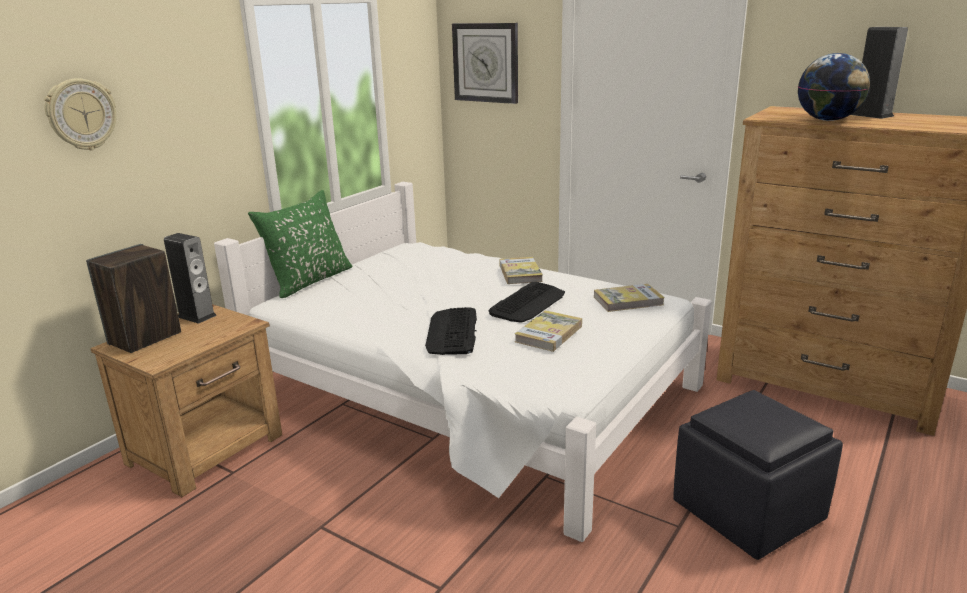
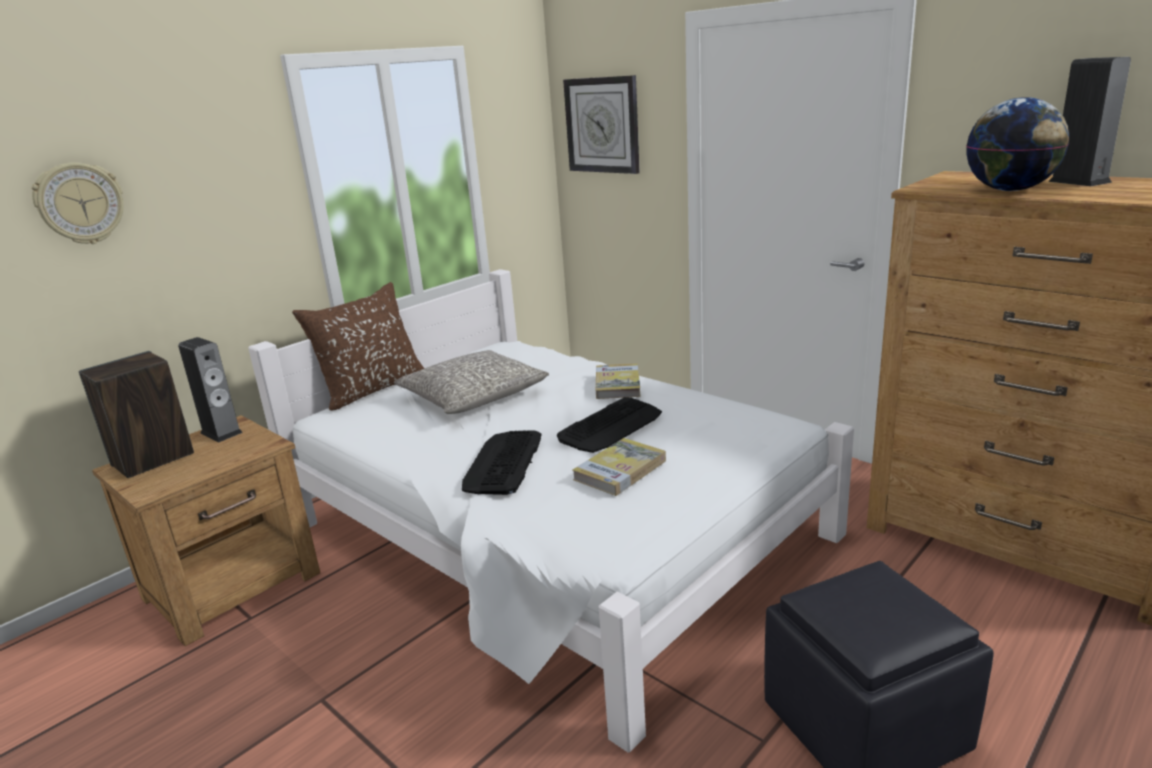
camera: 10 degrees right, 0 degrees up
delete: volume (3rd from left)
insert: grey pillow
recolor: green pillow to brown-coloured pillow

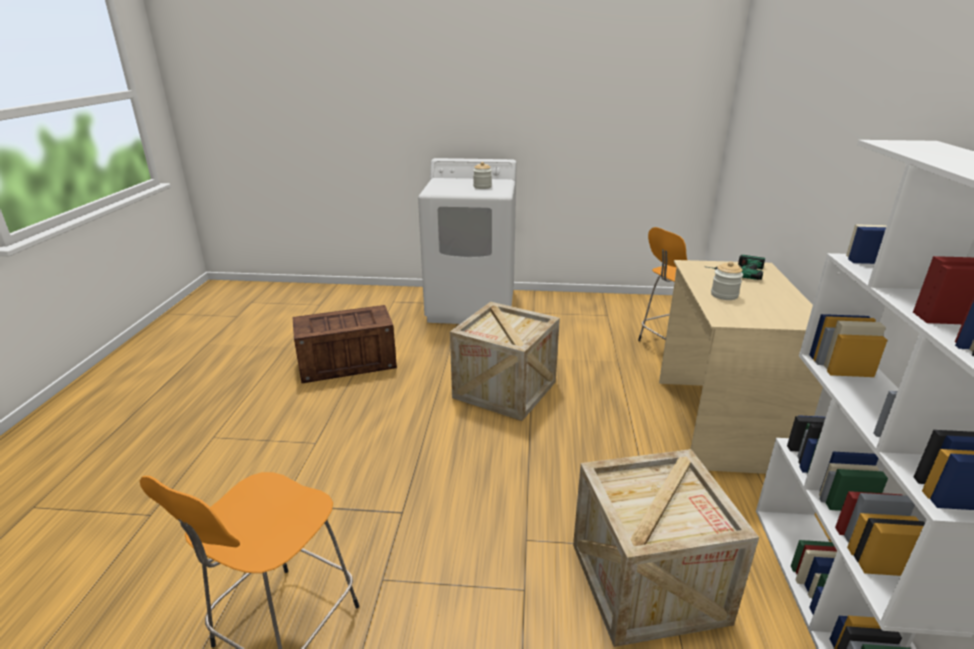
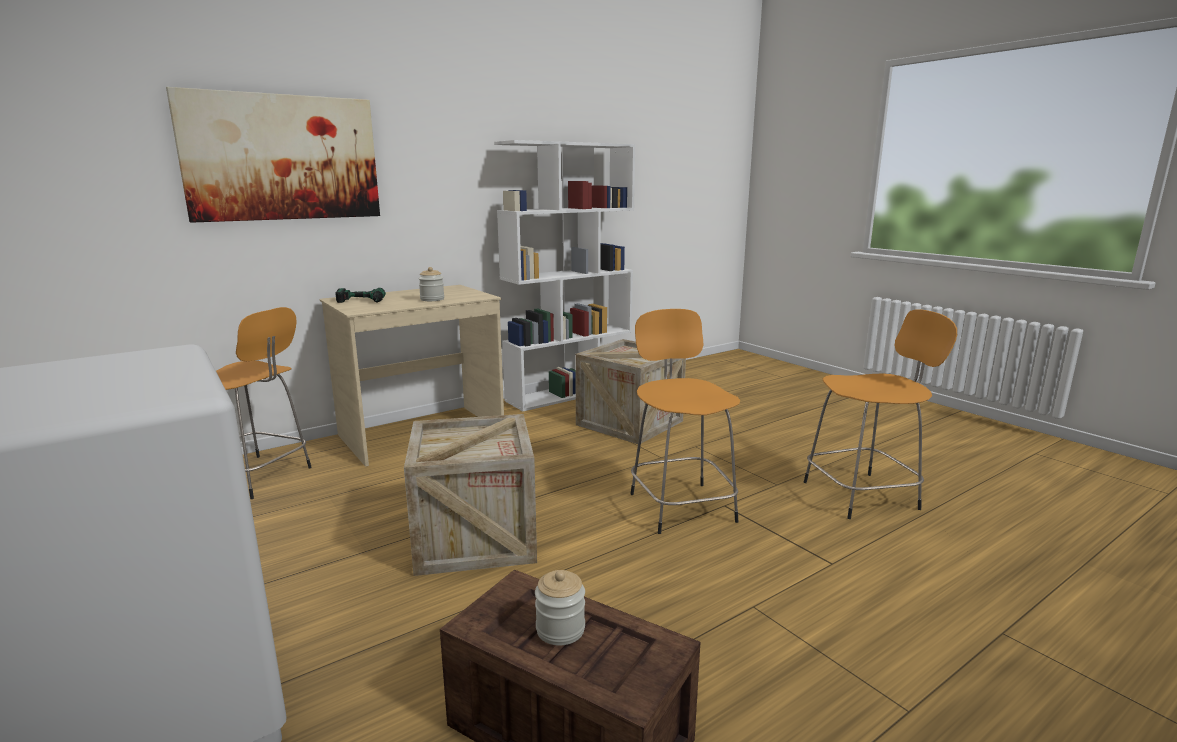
camera: 130 degrees left, 10 degrees down
insert: wall art; orange stool seat (2nd from left)
move: storage jar (1st from left in the first image) to storage jar (2nd from left)

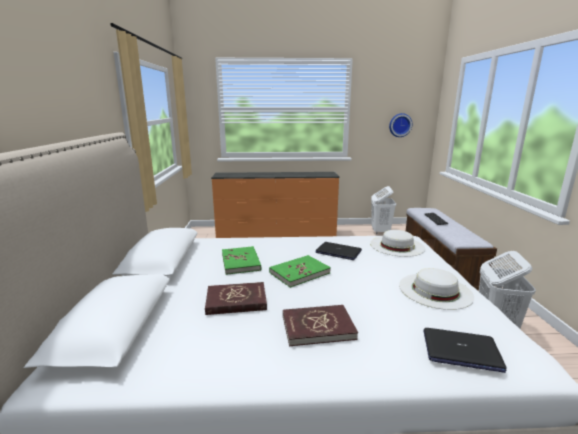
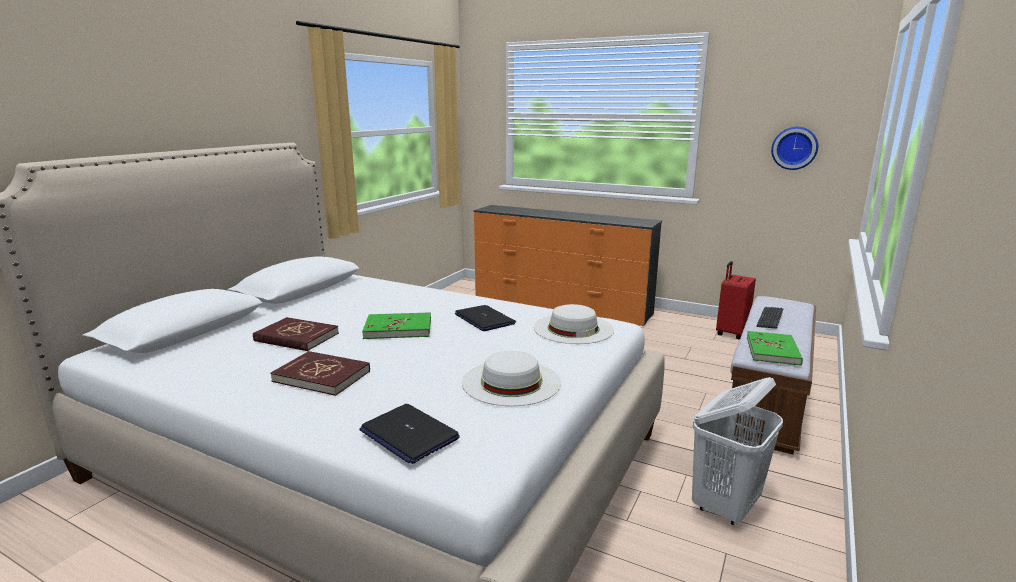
camera: 30 degrees right, 0 degrees up
move: green volume (1st from left in the first image) to green volume (2nd from left)
replace: whitish laundry basket (1st from left) to red suitcase

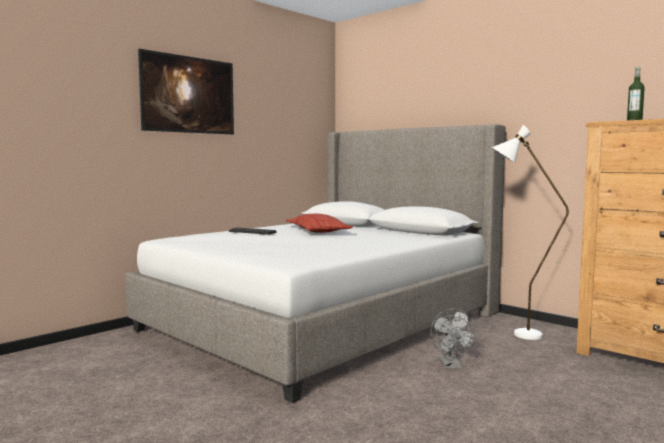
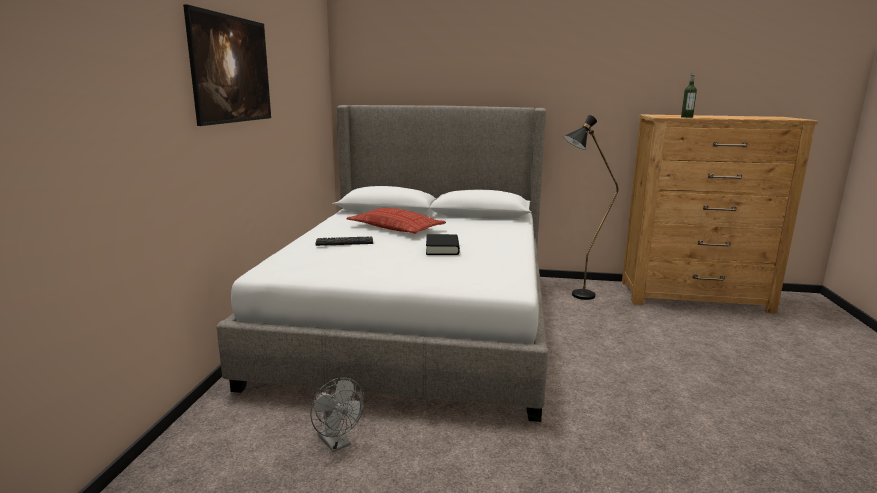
camera: 35 degrees left, 10 degrees up
insert: blackish volume
move: grey fan
recolor: whitish standing lamp to blackish standing lamp

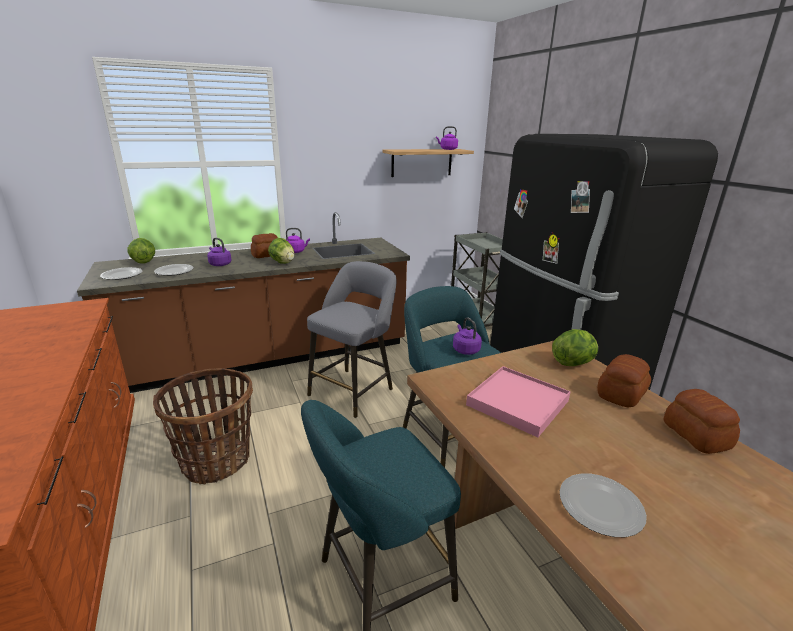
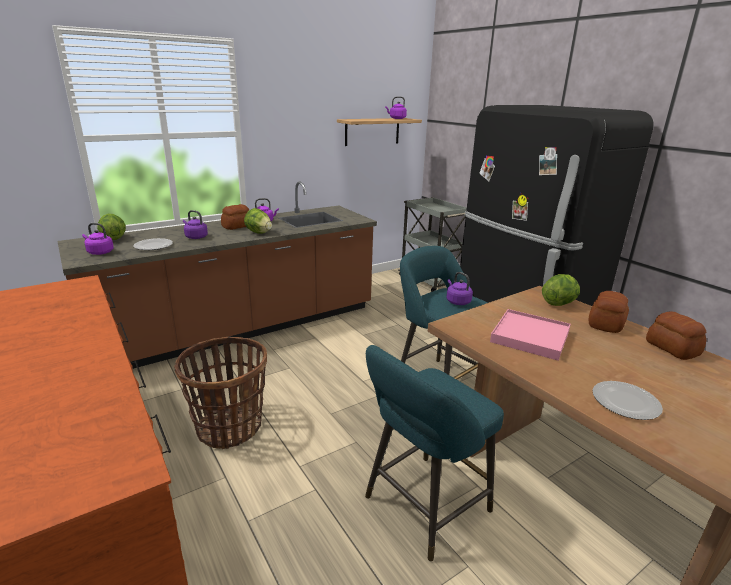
camera: 10 degrees left, 0 degrees up
delete: grey stool seat
replace: flat dish (1st from left) to purple water kettle (1st from left)

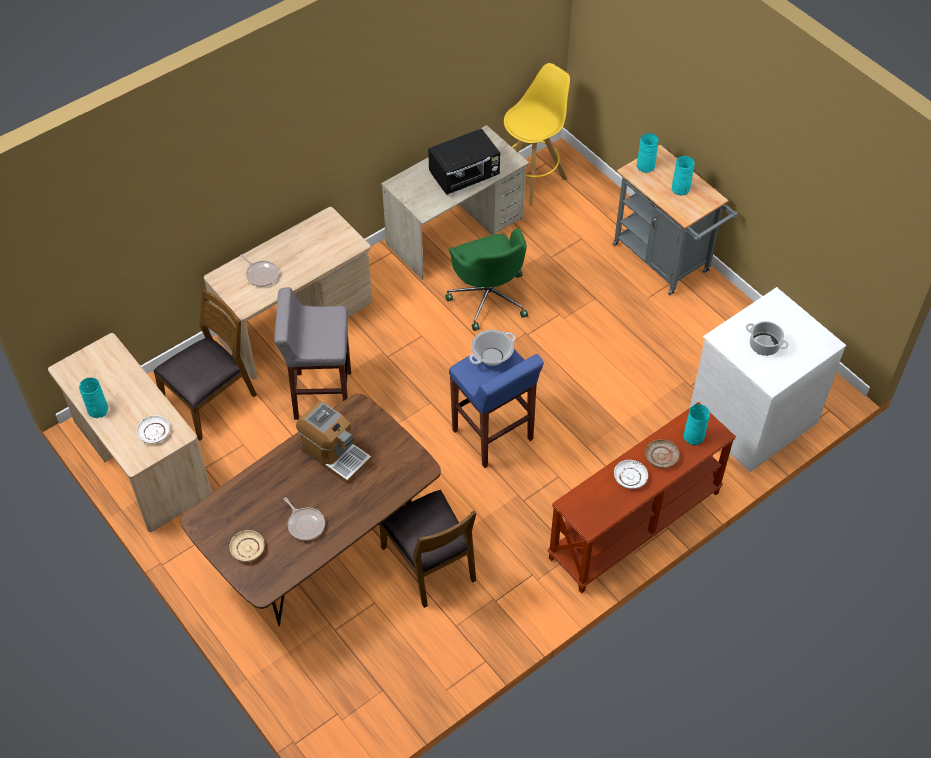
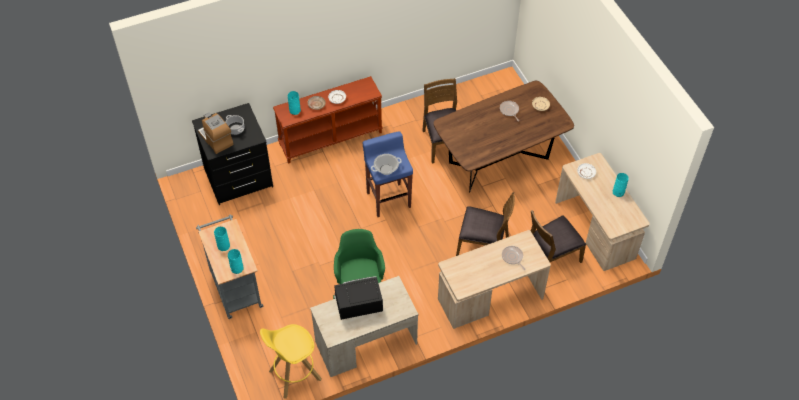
camera: 165 degrees left, 0 degrees up
move: coffee machine
replace: grey stool seat to brown-coloured upright chair (2nd from left)
recolor: whitish drawer chest to blackish drawer chest

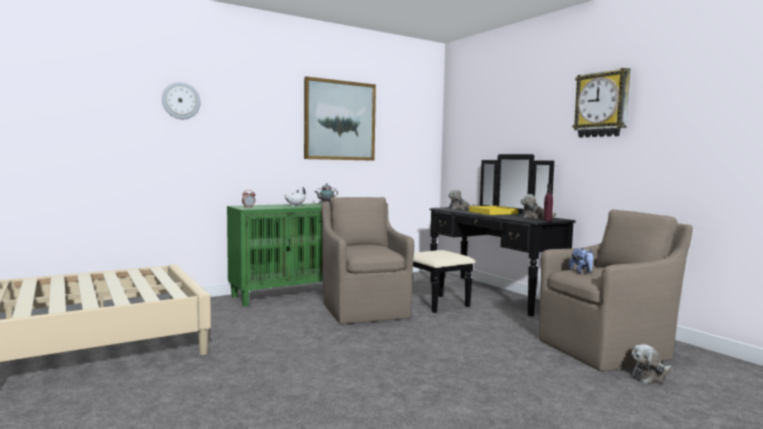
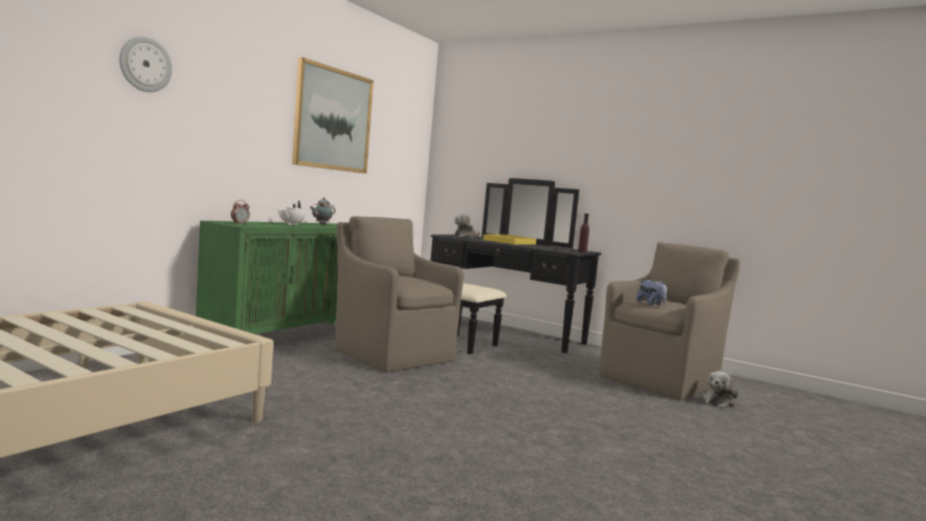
camera: 25 degrees left, 0 degrees up
delete: plush toy (2nd from left); hanging clock (2nd from left)

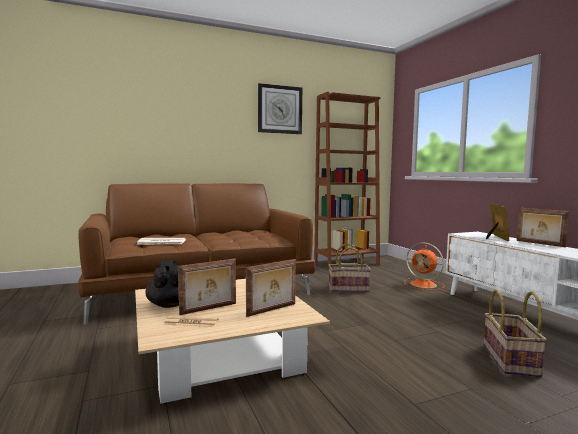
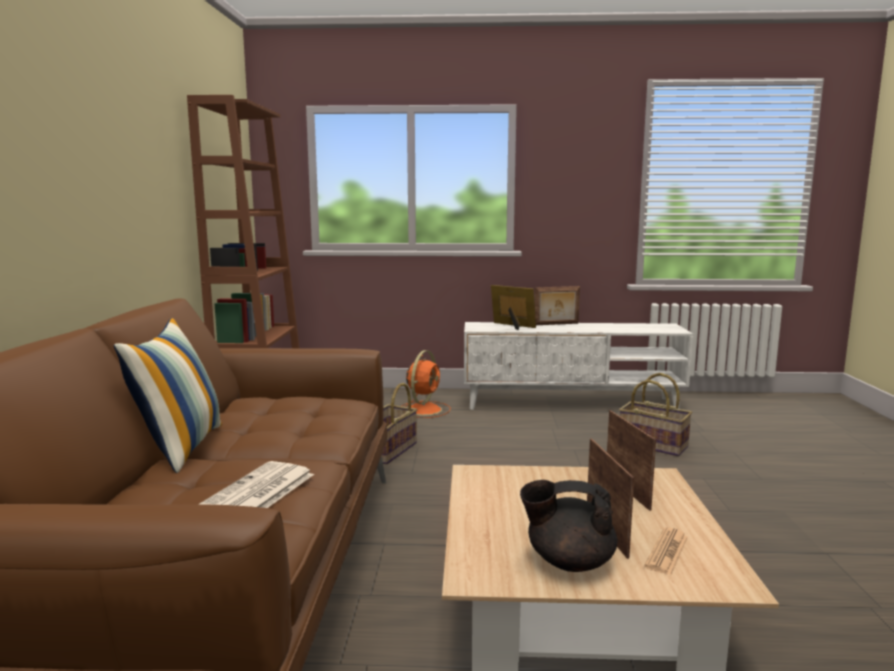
camera: 65 degrees left, 5 degrees up
delete: hanging clock
insert: pillow
rotate: orange fan 45 degrees counterclockwise

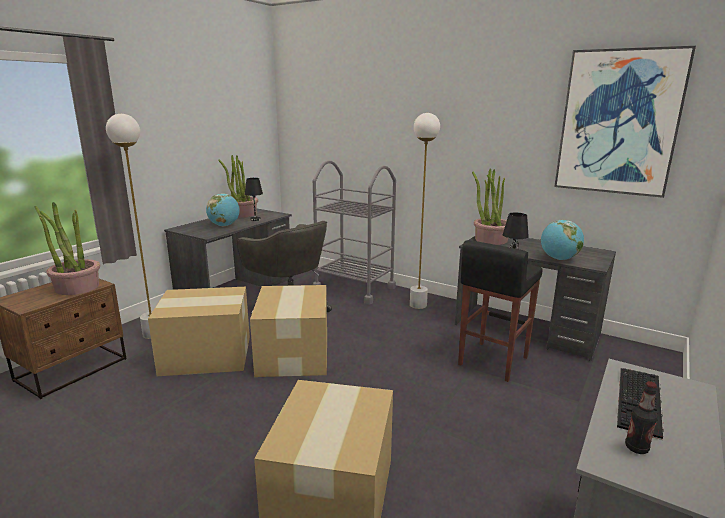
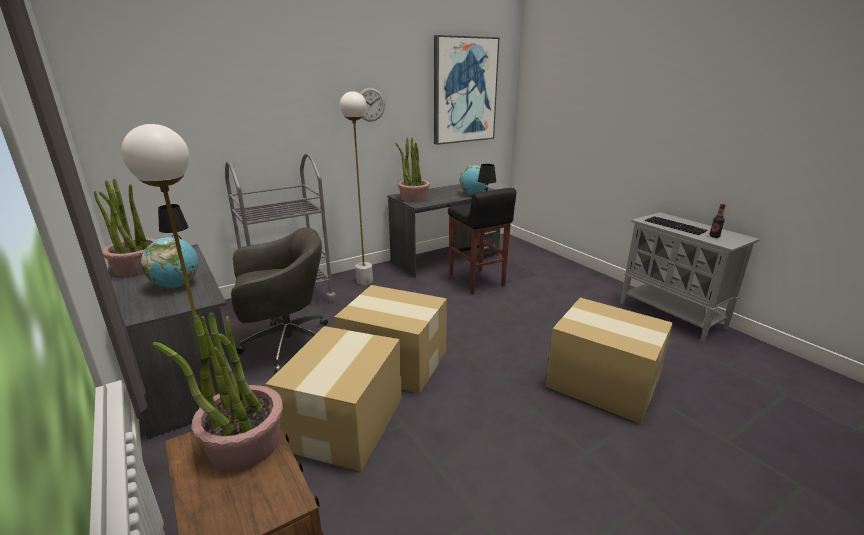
camera: 65 degrees left, 5 degrees up
insert: hanging clock

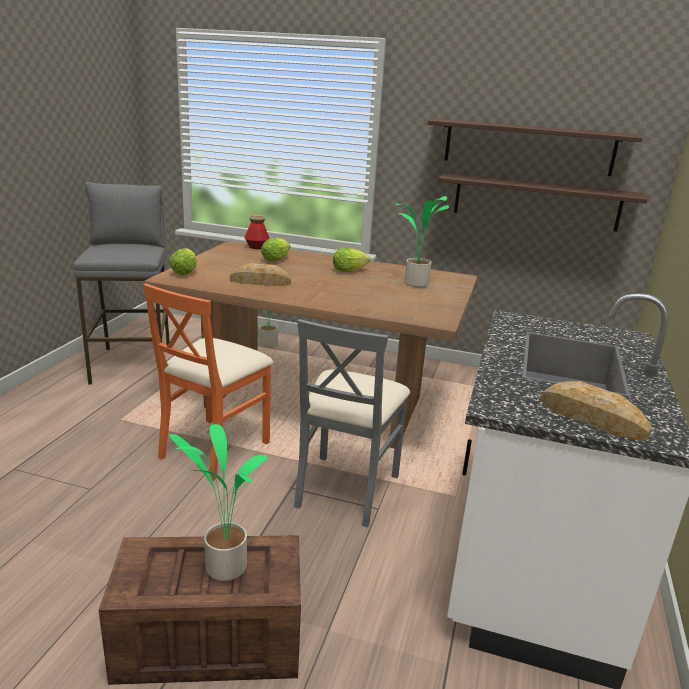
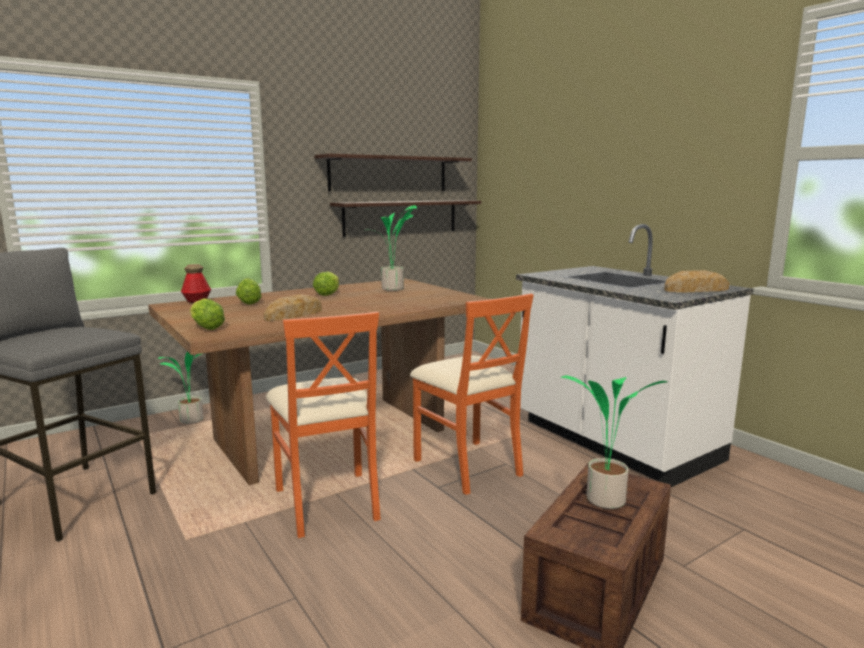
camera: 50 degrees left, 10 degrees down
recolor: grey upright chair to orange upright chair (2nd from left)

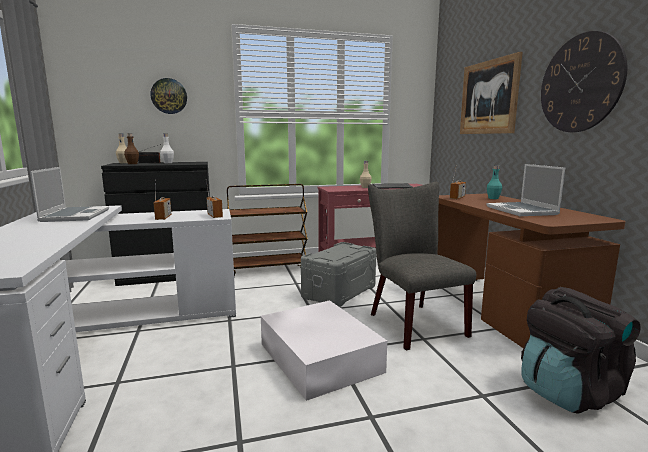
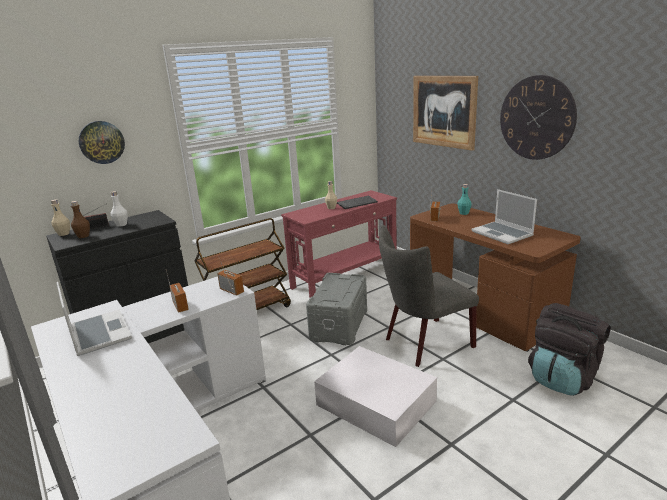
camera: 20 degrees left, 10 degrees up
rotate: grey upright chair 75 degrees counterclockwise

